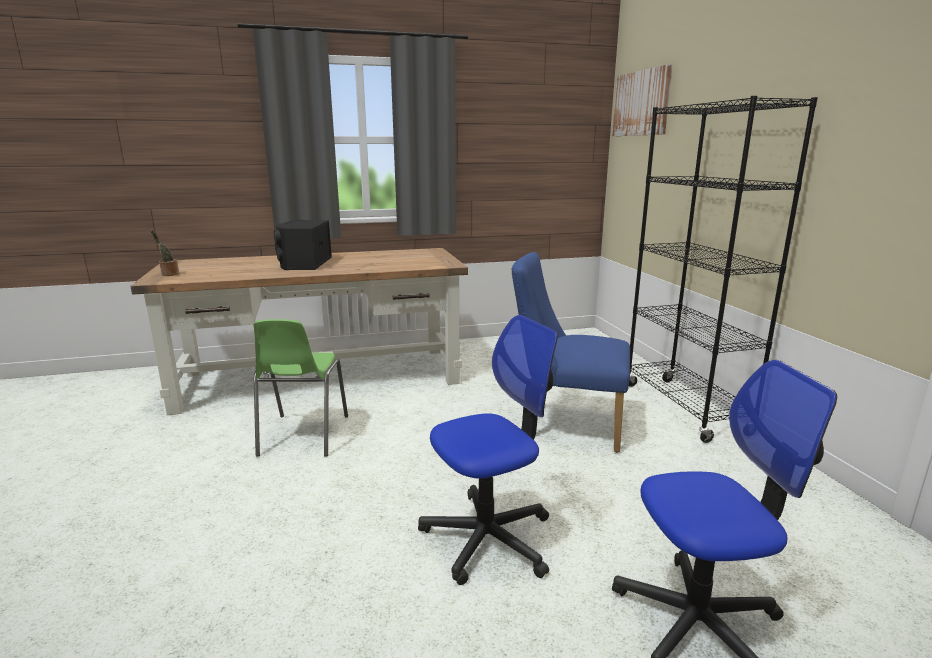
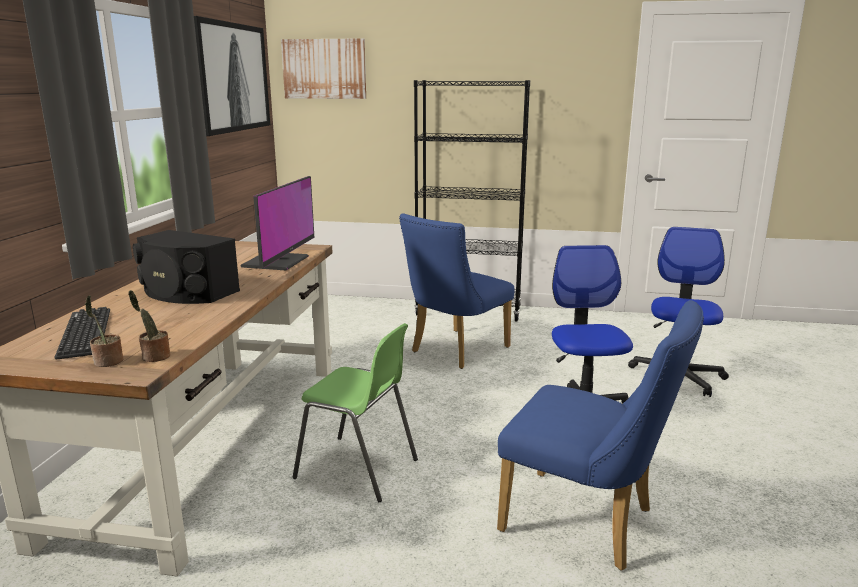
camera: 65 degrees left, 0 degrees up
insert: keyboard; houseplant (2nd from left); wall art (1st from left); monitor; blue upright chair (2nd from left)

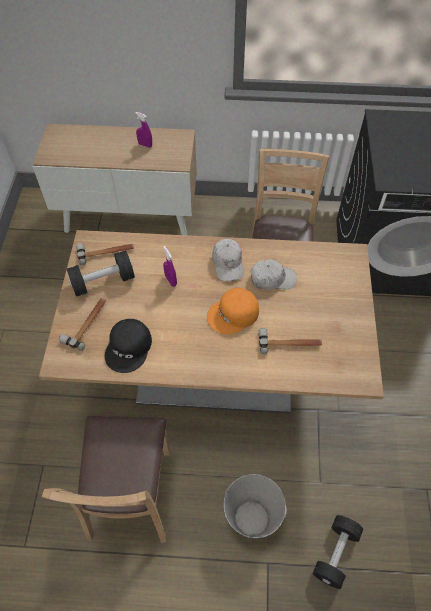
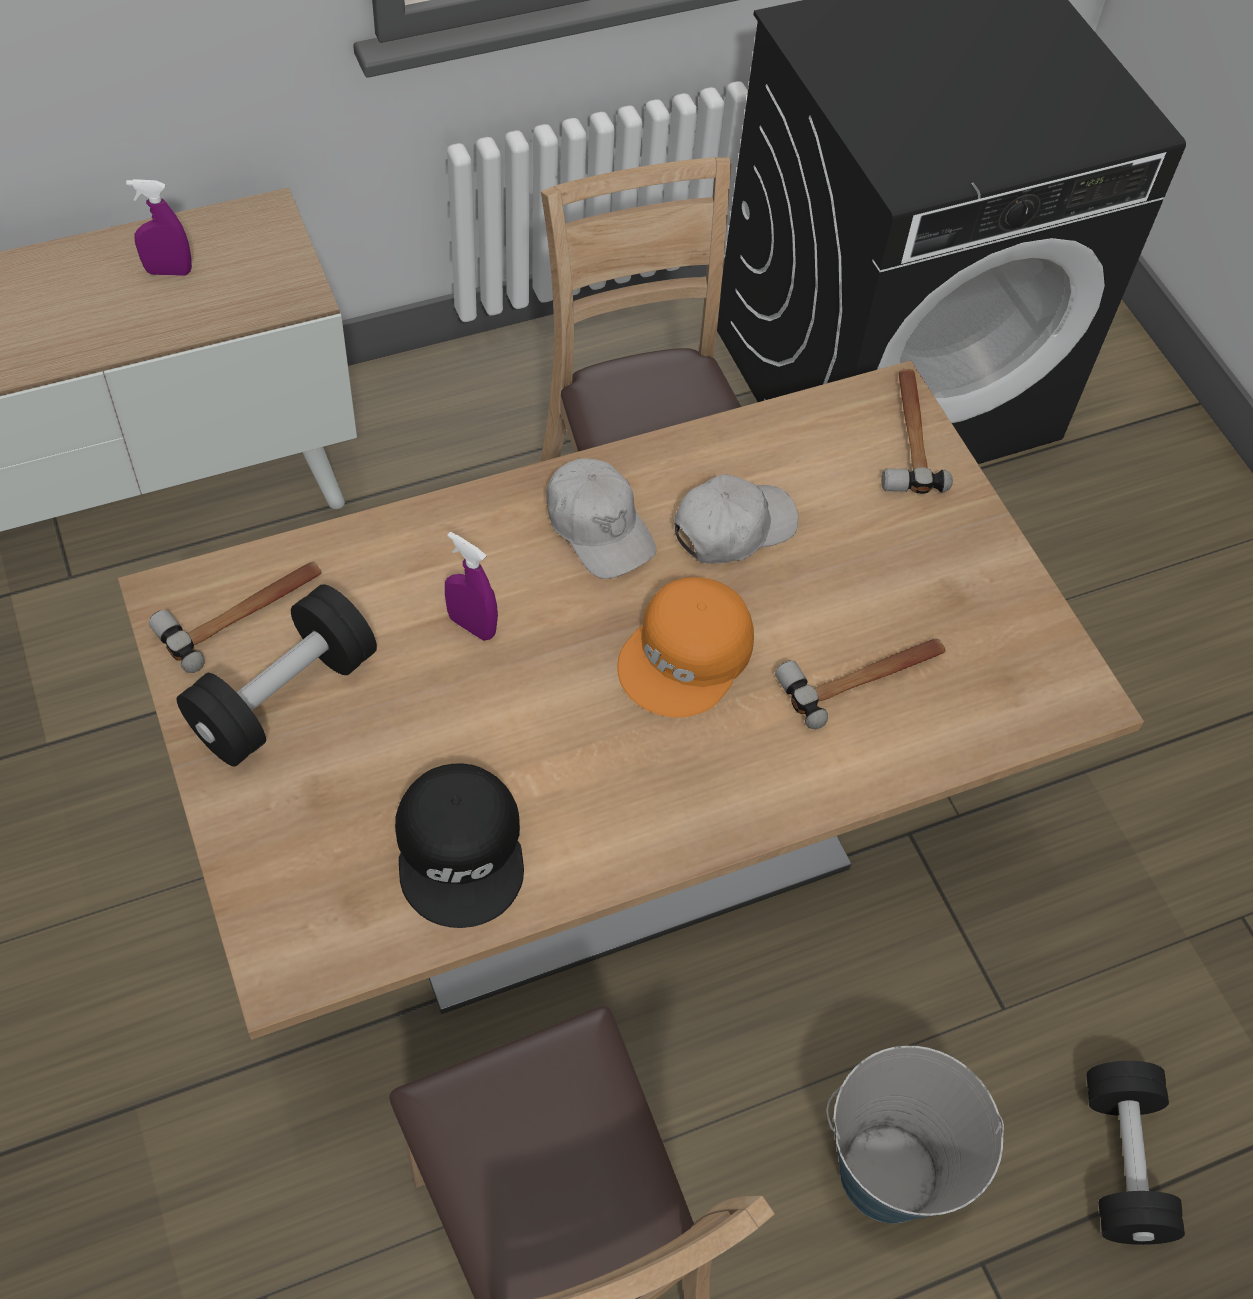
camera: 30 degrees left, 0 degrees up
move: hand hammer (1st from left in the first image) to hand hammer (3rd from left)

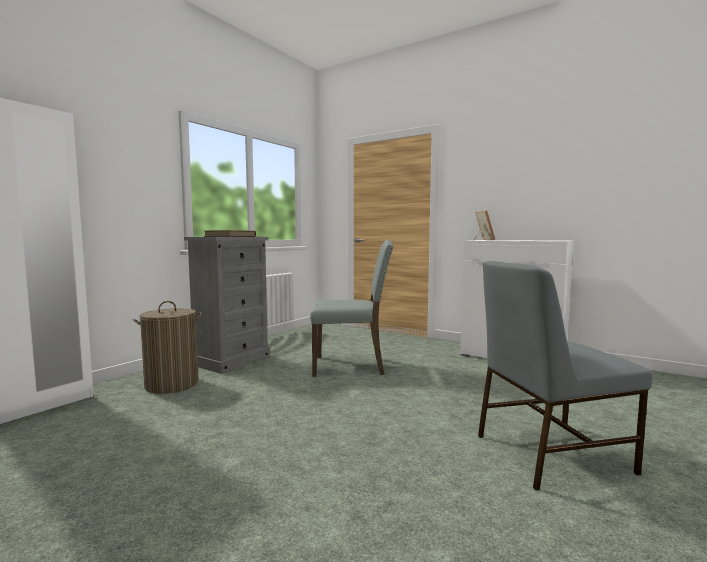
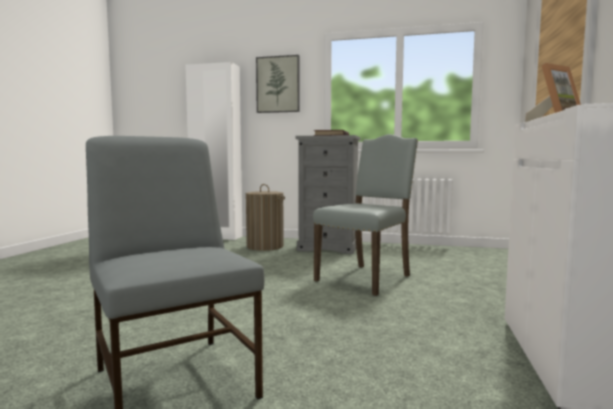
camera: 70 degrees right, 0 degrees up
insert: wall art
rotate: grey upright chair (1st from left in the first image) 120 degrees counterclockwise

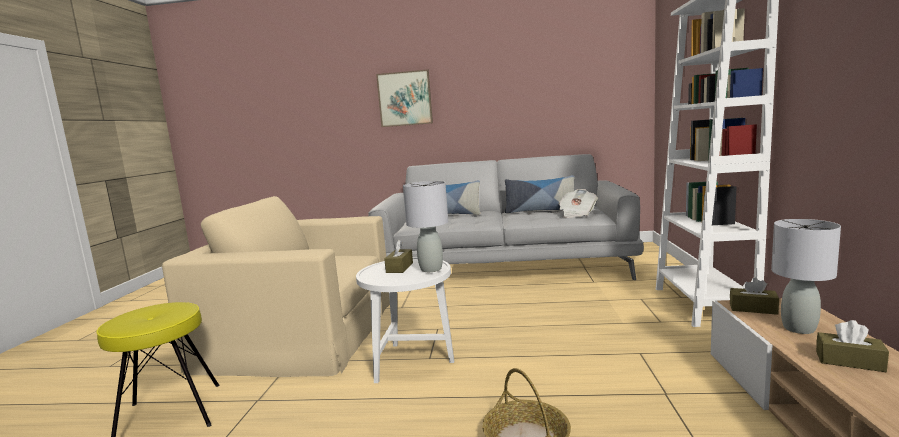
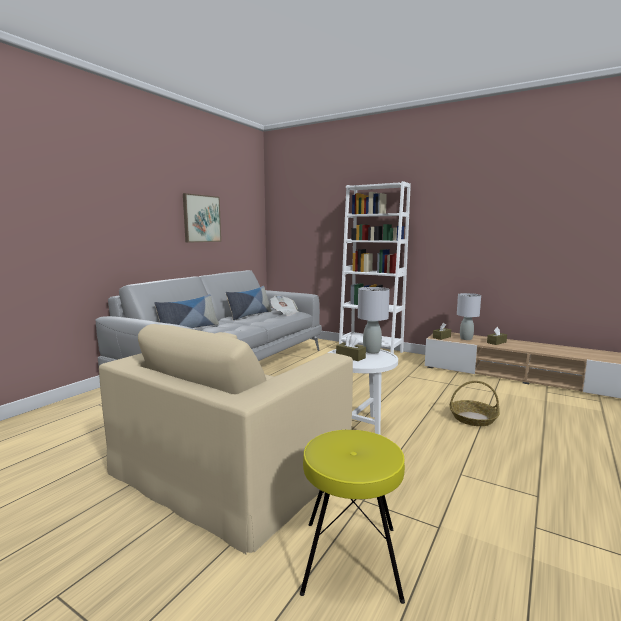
camera: 65 degrees left, 0 degrees up
move: wall art

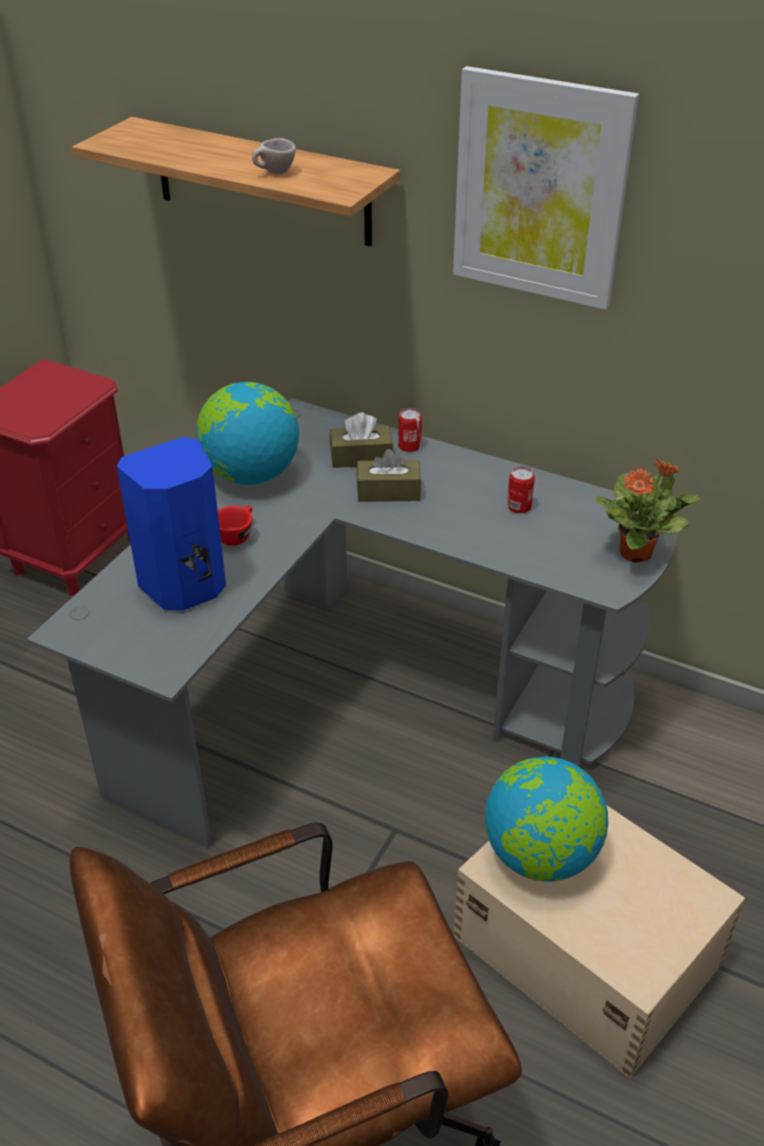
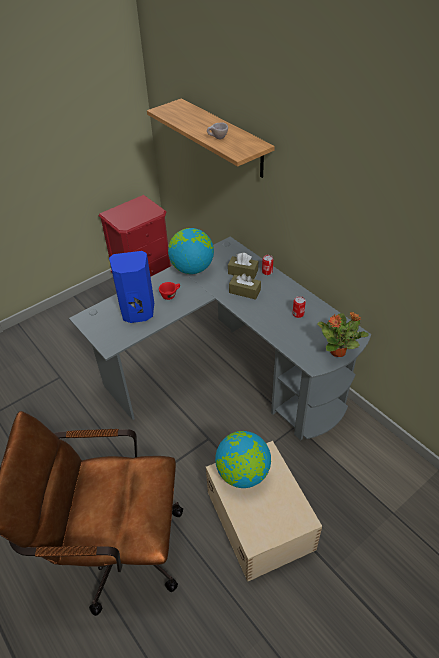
camera: 25 degrees right, 5 degrees up
delete: wall art

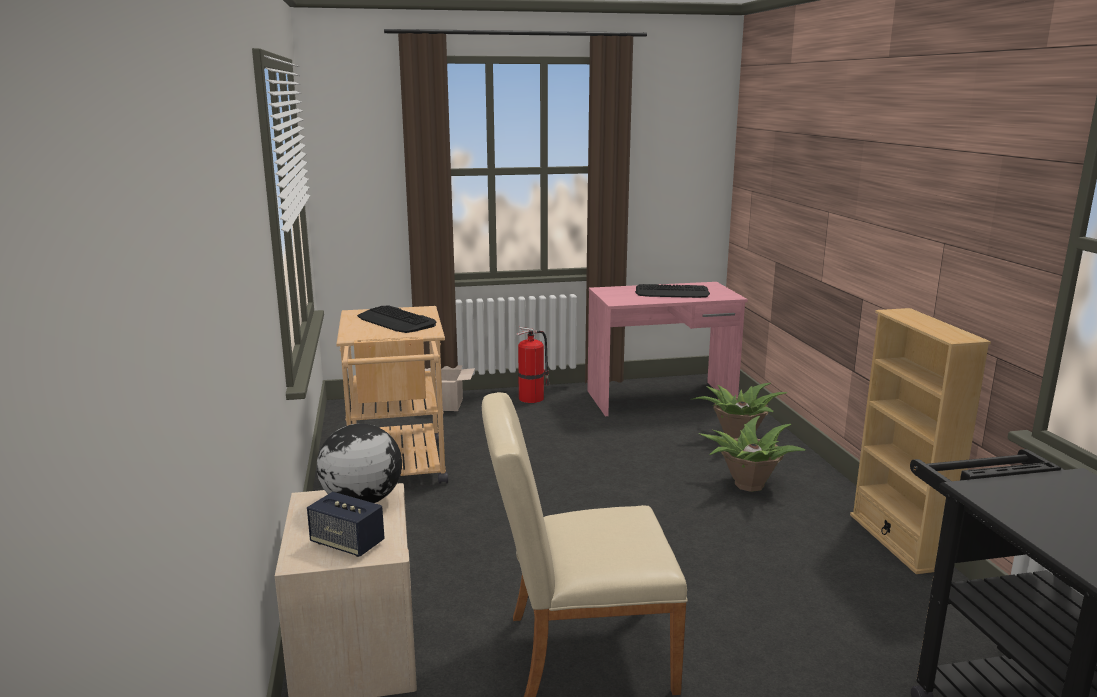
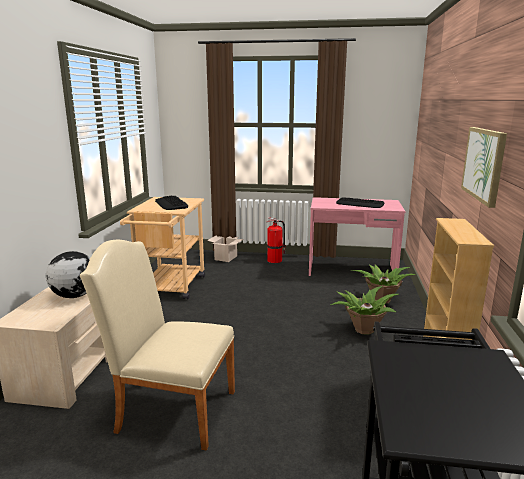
camera: 20 degrees right, 0 degrees up
delete: speaker
insert: wall art

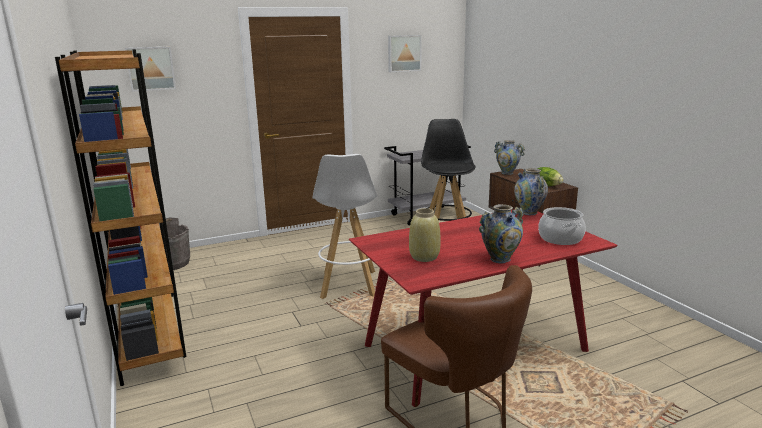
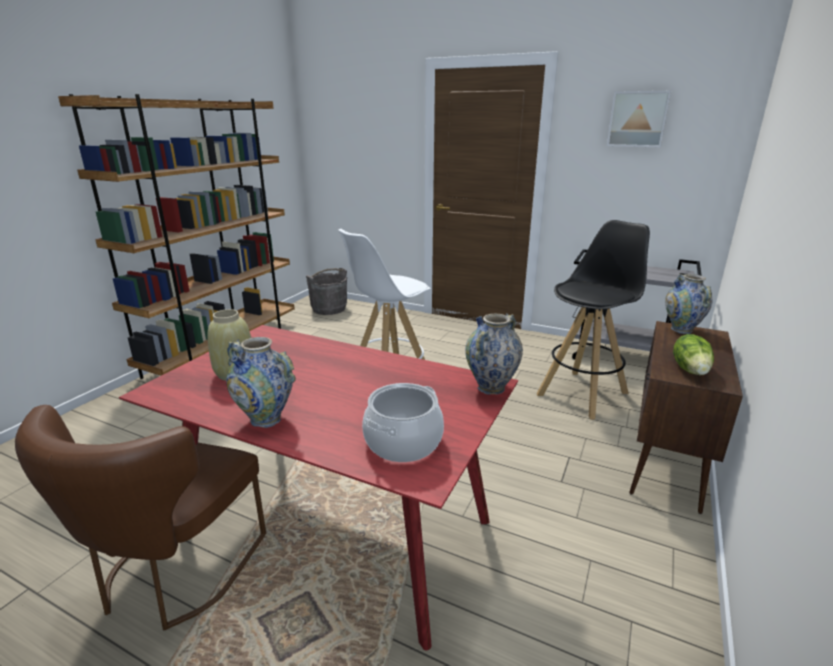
camera: 50 degrees right, 5 degrees up
delete: wall art (1st from left)

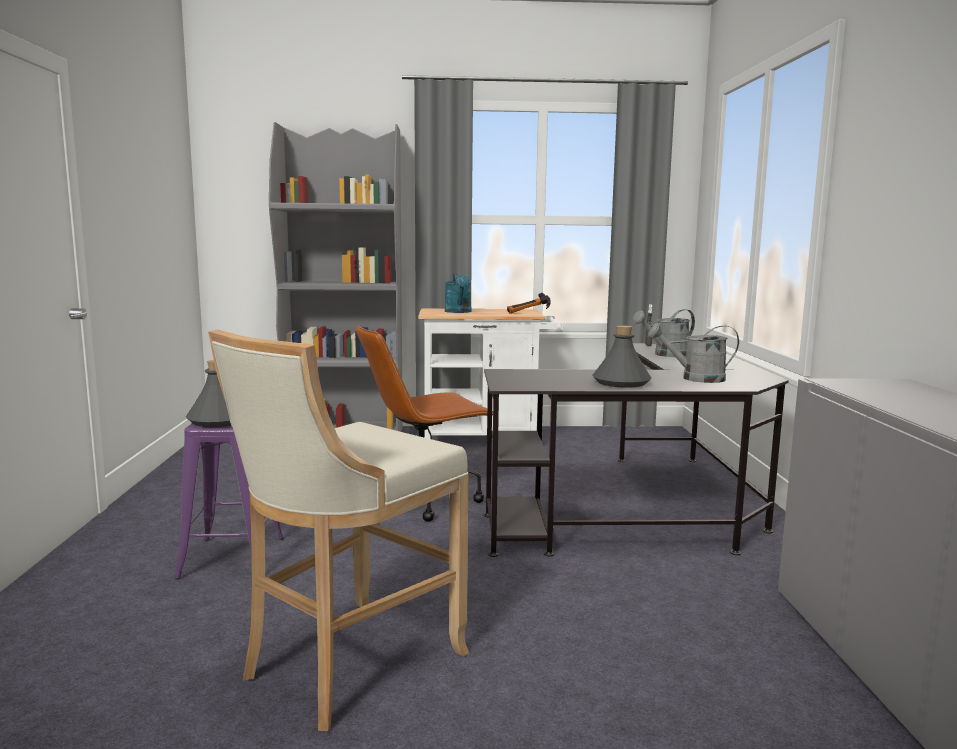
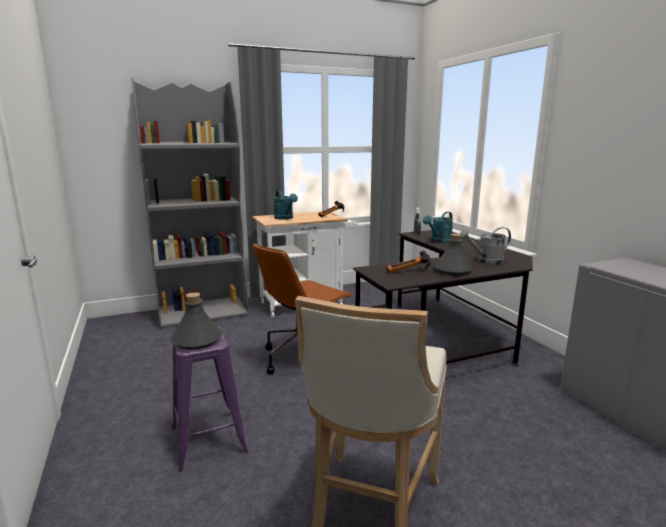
camera: 20 degrees left, 5 degrees up
insert: hand hammer (2nd from left)
recolor: grey sprinkling can (1st from left) to turquoise-coloured sprinkling can (2nd from left)

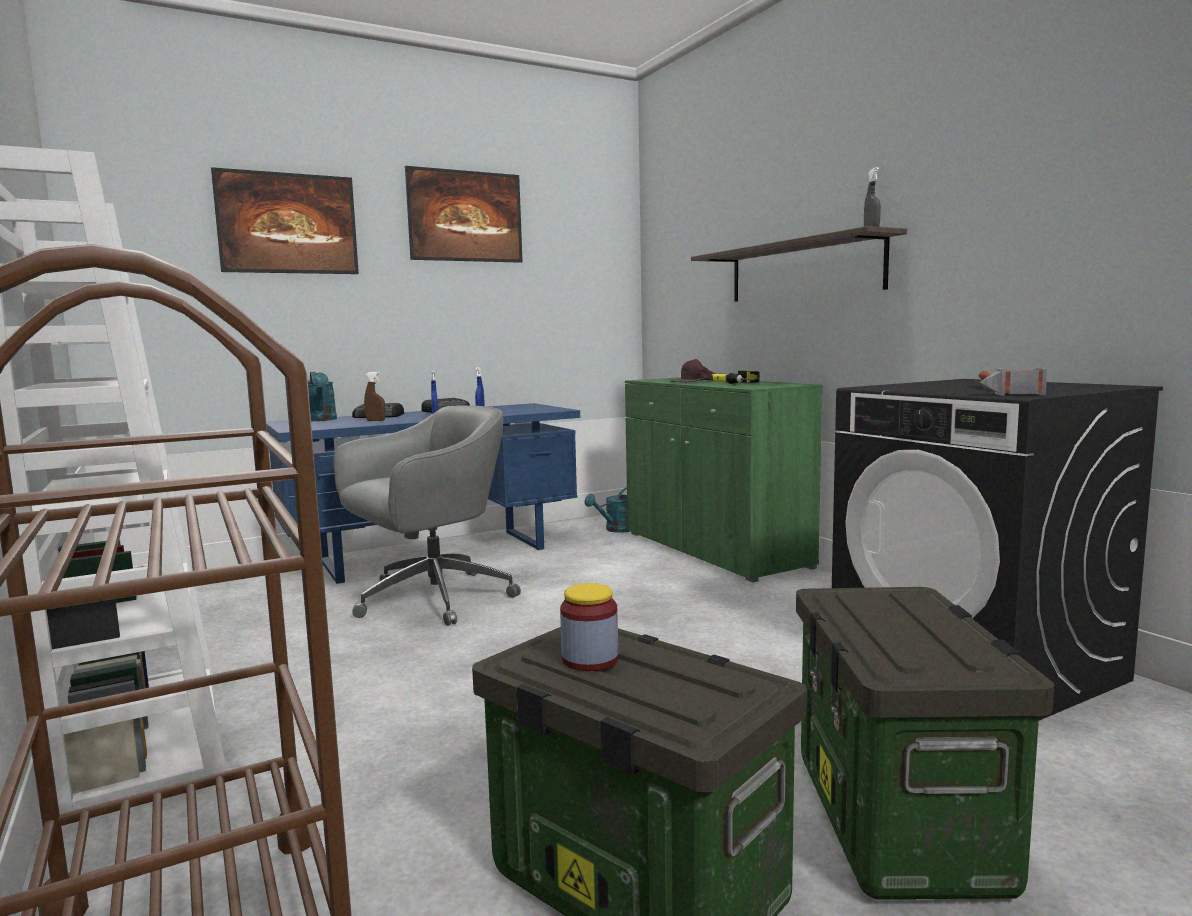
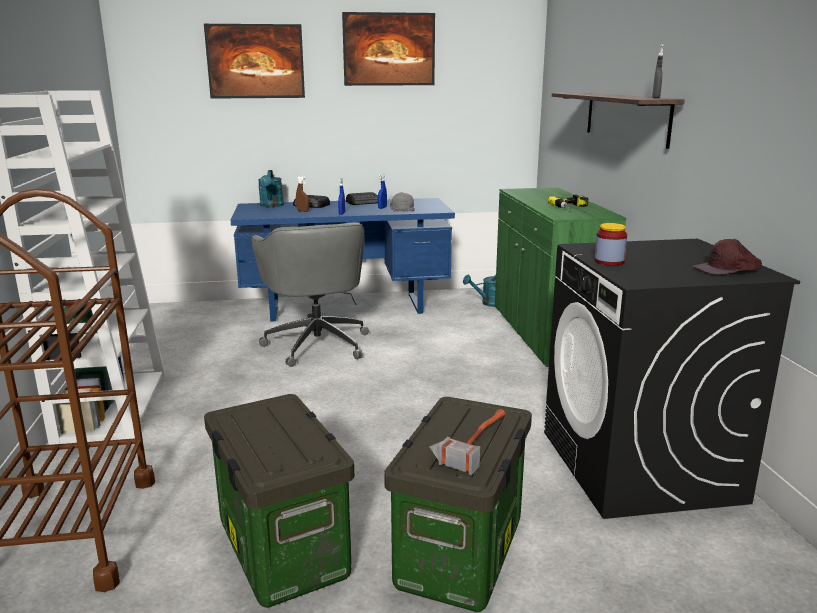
camera: 20 degrees right, 10 degrees up
insert: grey peaked cap
move: storage jar; brown-coloured peaked cap; hand hammer
rotate: grey office chair 90 degrees clockwise

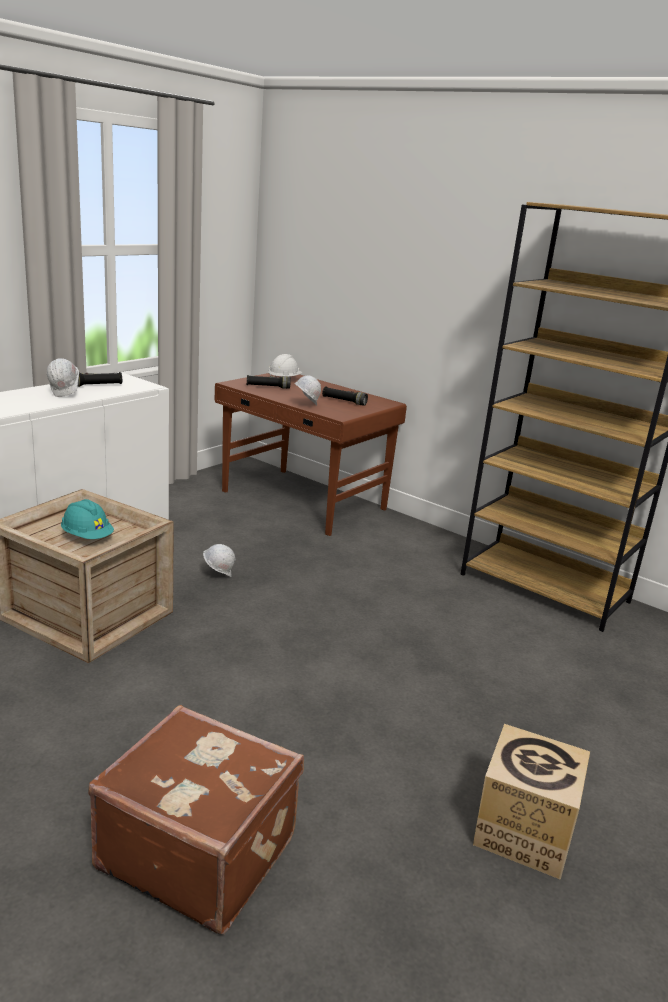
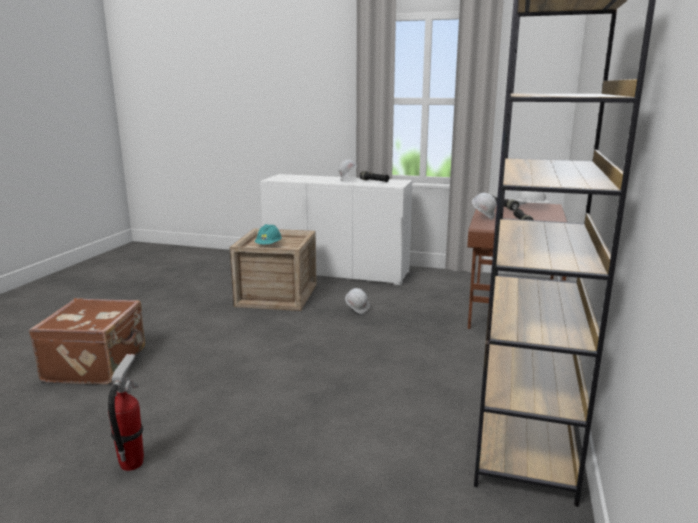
camera: 70 degrees right, 5 degrees down
replace: packing box to fire extinguisher

